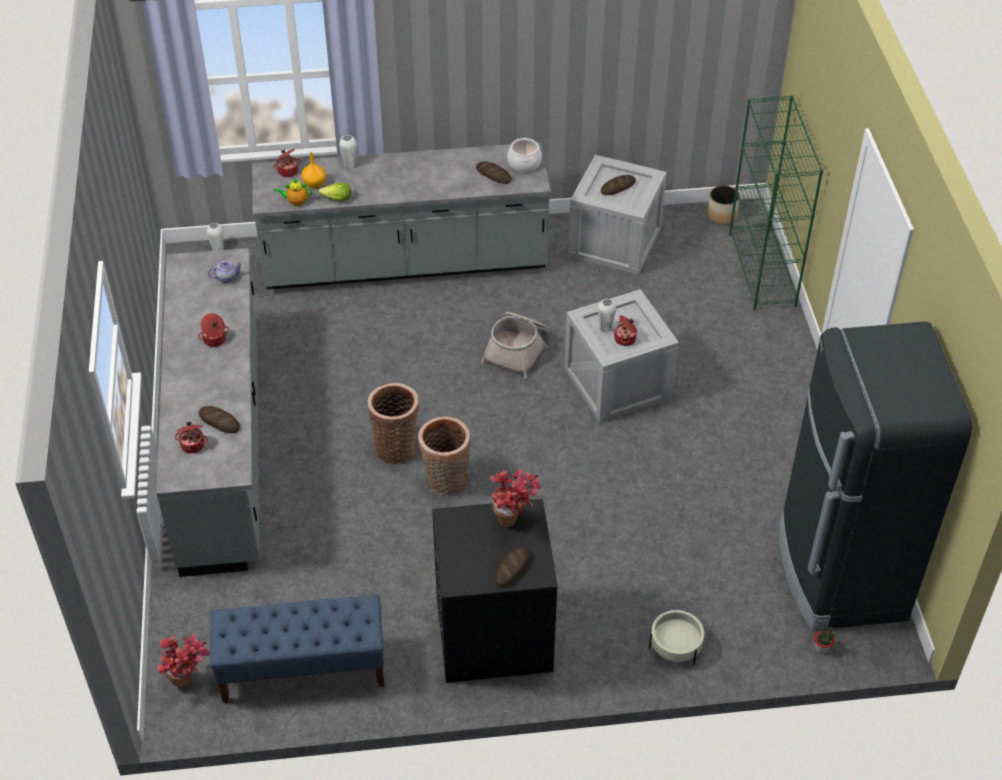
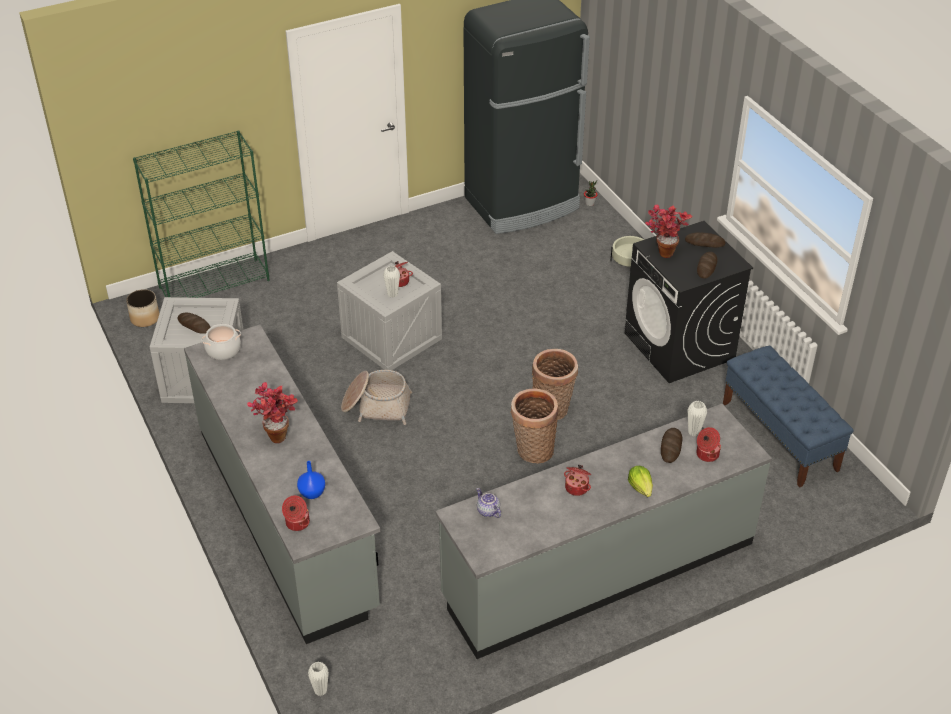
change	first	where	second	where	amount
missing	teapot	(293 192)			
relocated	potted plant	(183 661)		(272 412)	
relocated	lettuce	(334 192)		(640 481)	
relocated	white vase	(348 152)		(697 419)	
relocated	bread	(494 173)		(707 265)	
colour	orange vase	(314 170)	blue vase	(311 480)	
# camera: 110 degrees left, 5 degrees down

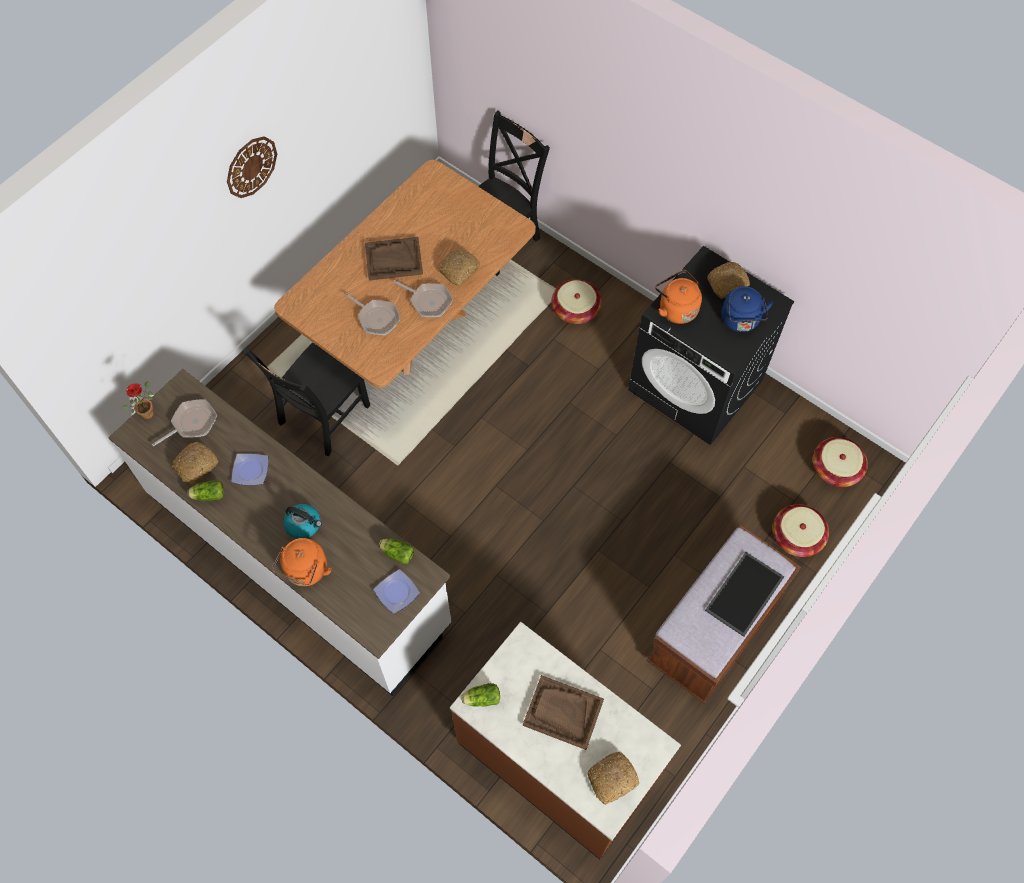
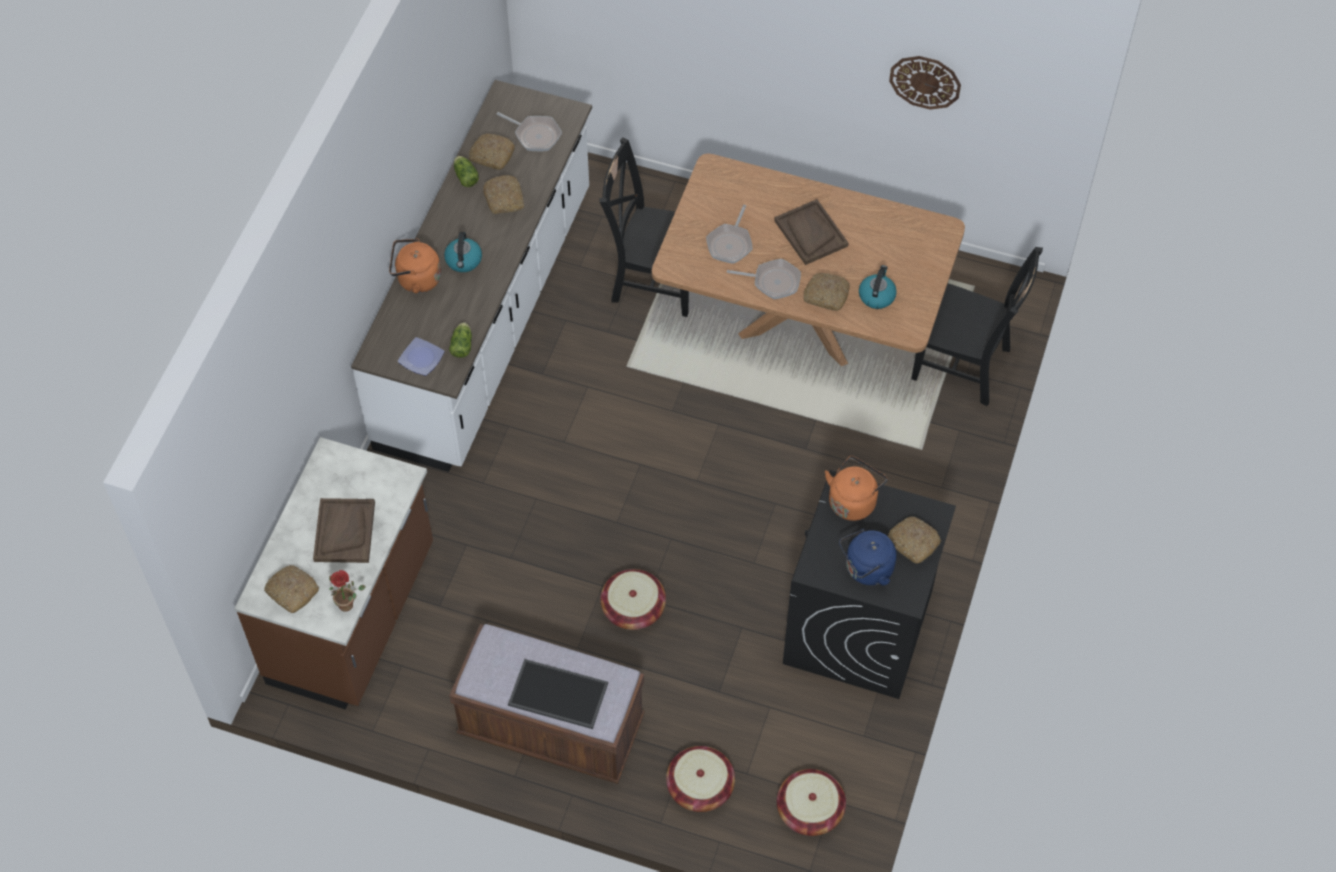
change	first	where	second	where	amount
missing	lettuce	(480 695)			
appeared			kettle	(878 287)	
relocated	potted plant	(137 400)		(347 591)	
relocated	wall clock	(252 167)		(925 83)	
relocated	basket	(576 301)		(633 599)	
exchanged	plate	(250 470)	bread	(503 194)	
spun	frying pan	(423 298)		(764 279)	90 degrees counterclockwise
# camera: 70 degrees right, 5 degrees down

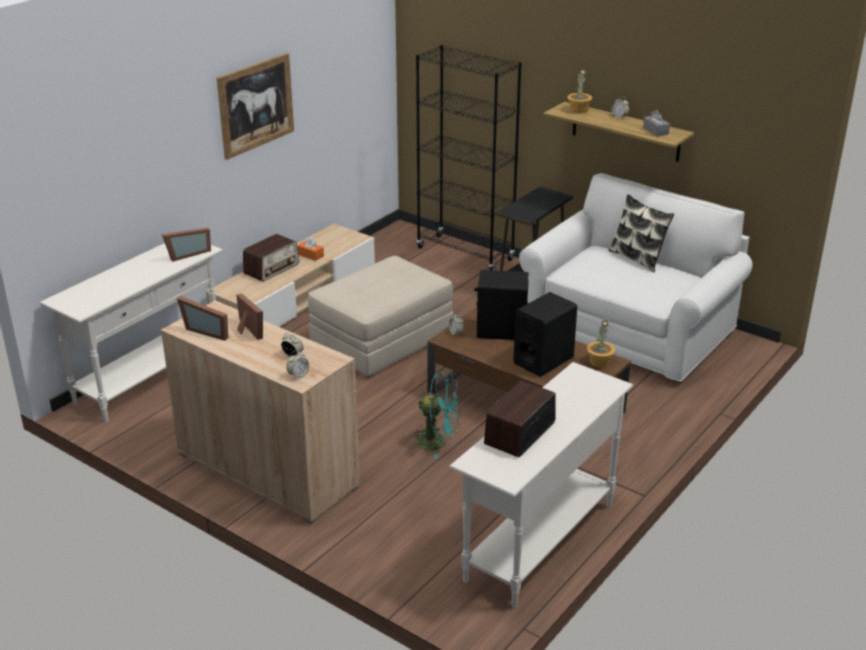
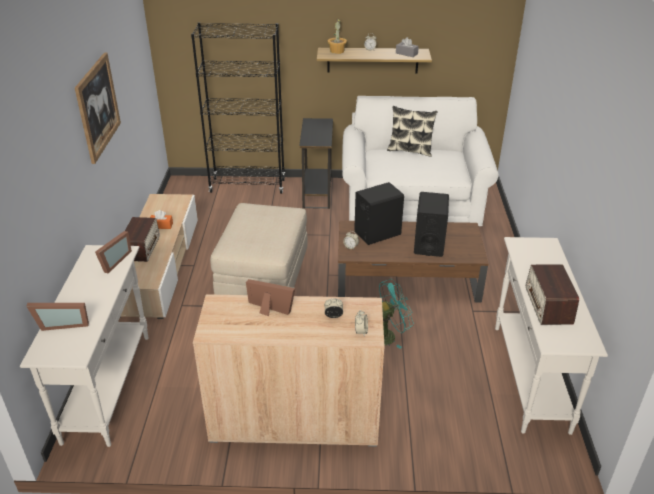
change	first	where	second	where	amount
missing	potted plant	(601 344)			
relocated	picture frame	(203 318)		(57 317)	
# camera: 35 degrees left, 5 degrees up

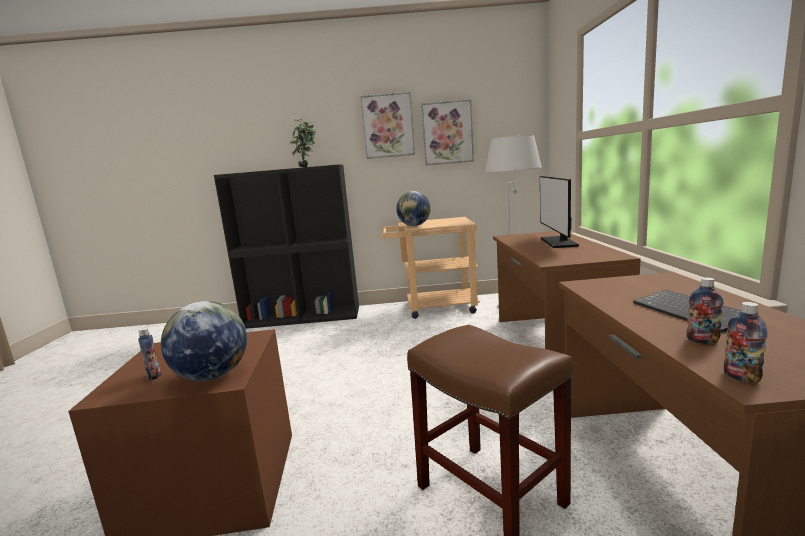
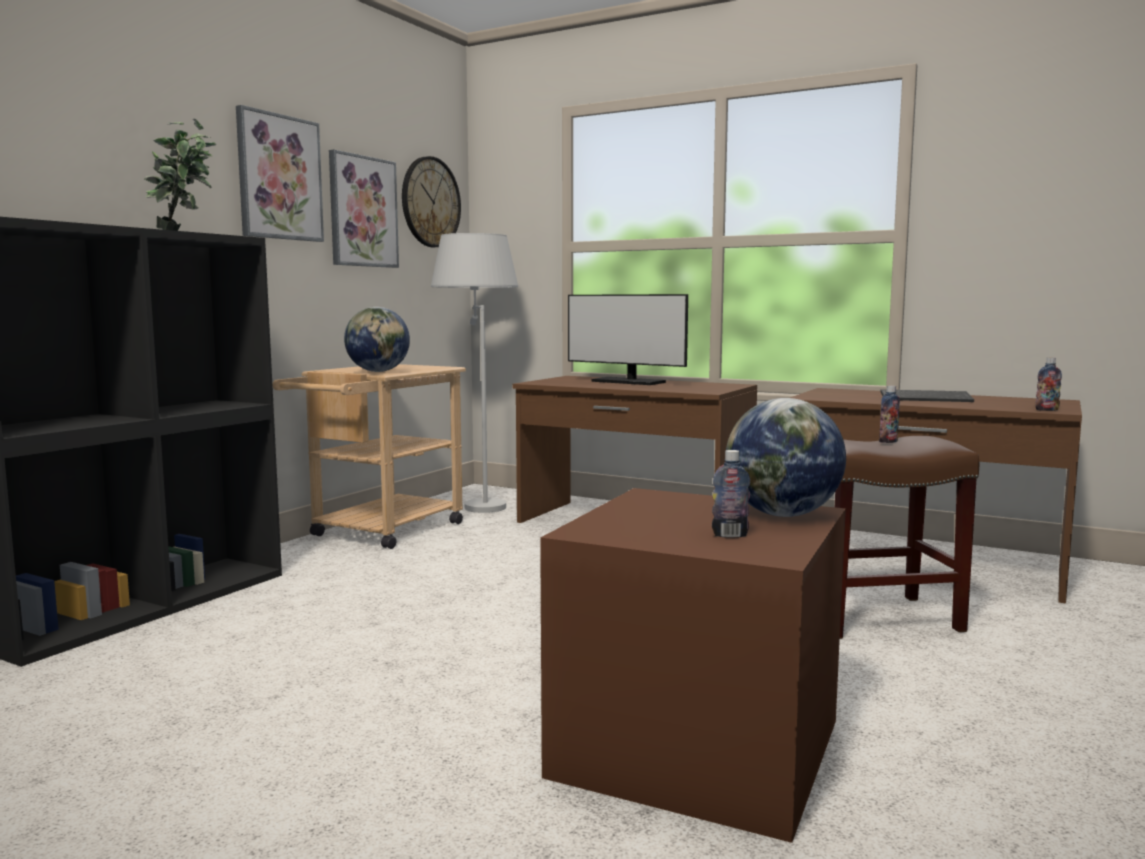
change	first	where	second	where	amount
appeared			wall clock	(431 201)	
relocated	bottle	(704 310)		(889 414)	
# camera: 60 degrees left, 5 degrees down

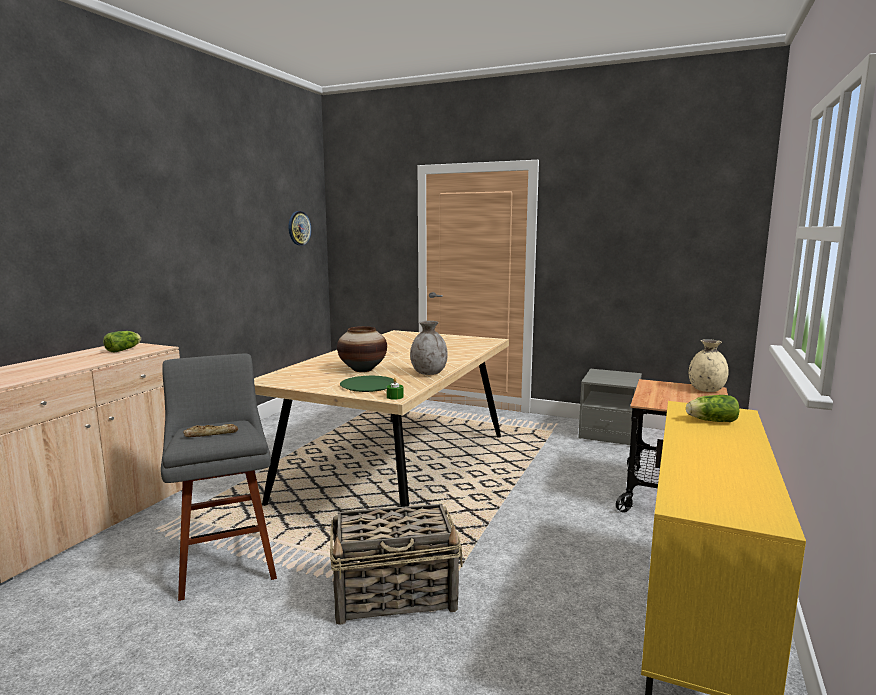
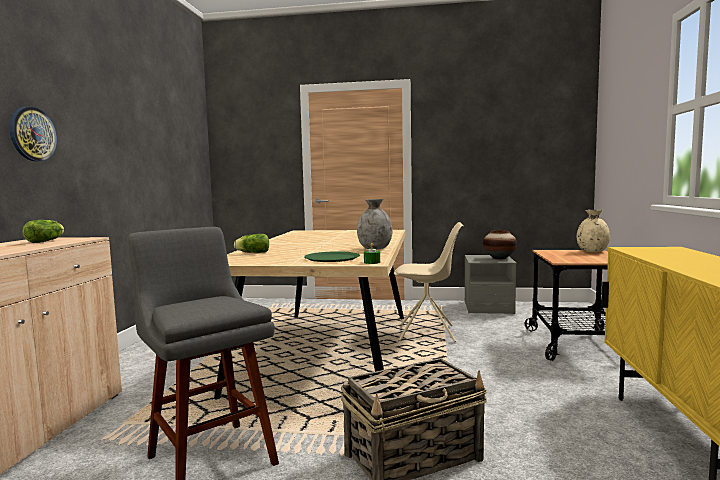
change	first	where	second	where	amount
missing	bread	(210 430)			
appeared			beige chair	(429 282)	
relocated	wall clock	(300 228)		(33 134)	
relocated	vase	(362 349)		(500 245)	
relocated	lettuce	(712 408)		(251 243)	
# camera: 15 degrees left, 5 degrees down

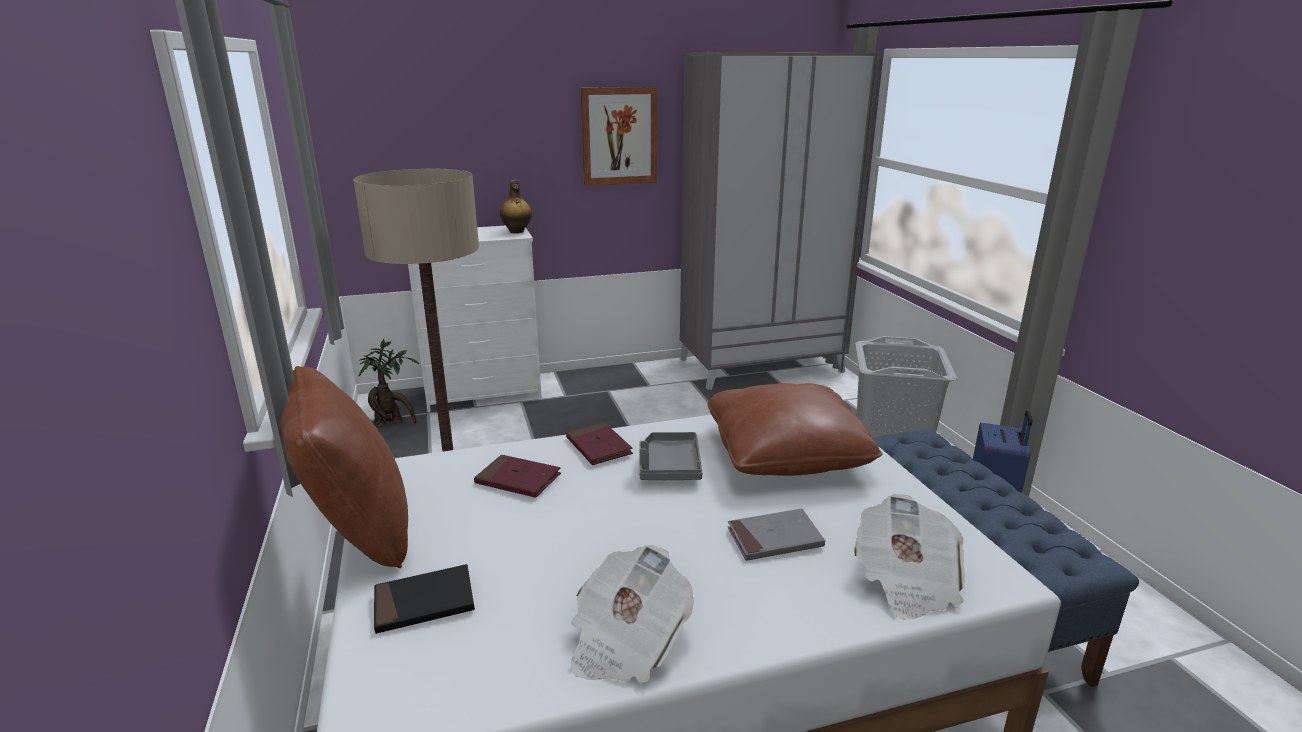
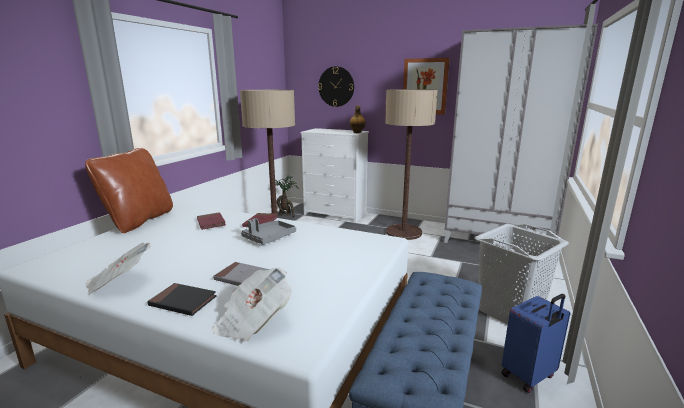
change	first	where	second	where	amount
missing	brown pillow	(795 429)			
appeared			wall clock	(336 86)	
appeared			floor lamp	(411 164)	
relocated	black book	(424 599)		(182 299)	
# camera: 40 degrees right, 5 degrees down

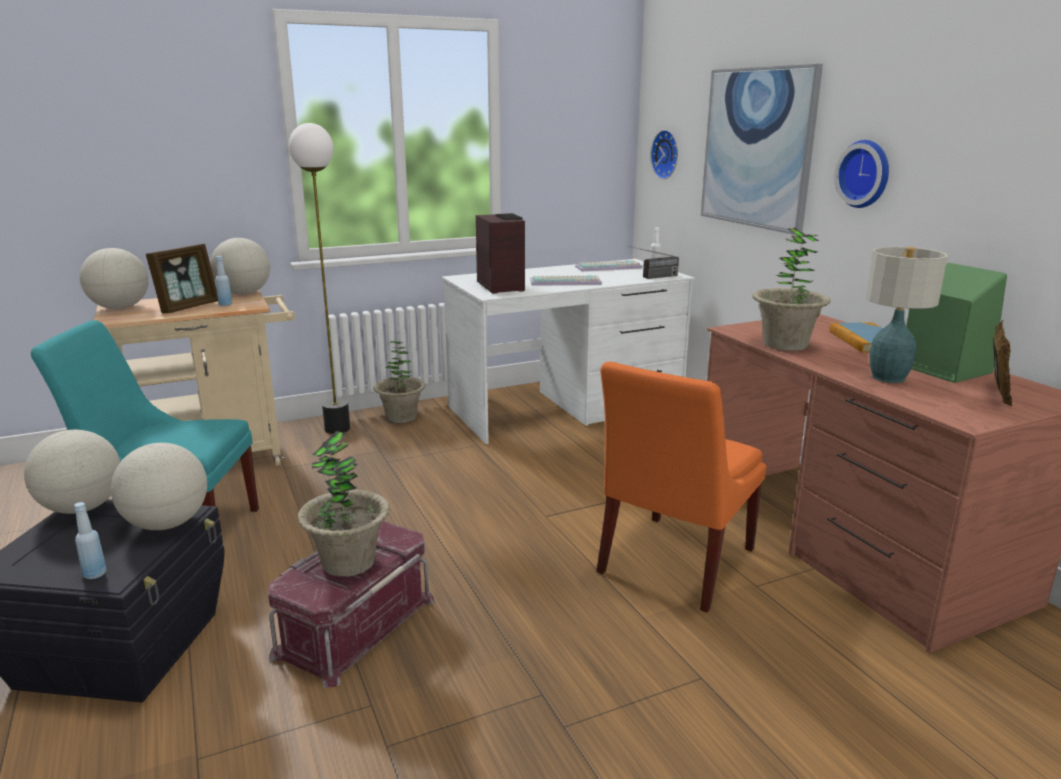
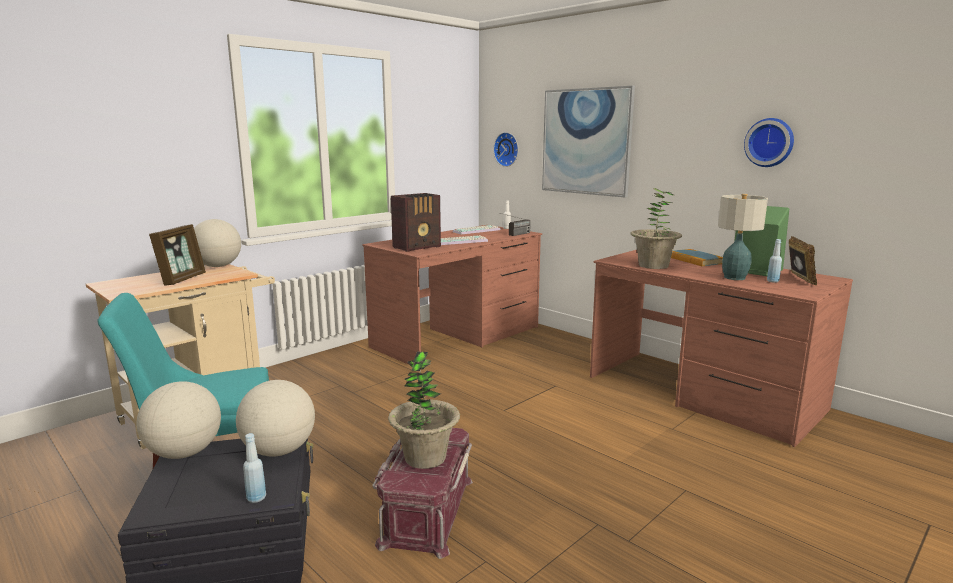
change	first	where	second	where	amount
missing	globe	(114 278)			
missing	floor lamp	(319 278)			
missing	potted plant	(399 382)			
missing	orange chair	(681 487)			
relocated	blue bottle	(223 281)		(774 261)	
relocated	wall clock	(861 174)		(769 142)	
colour	white desk	(568 351)	brown desk	(452 295)	
spun	radio	(500 253)		(416 222)	90 degrees clockwise
# camera: 20 degrees left, 5 degrees down

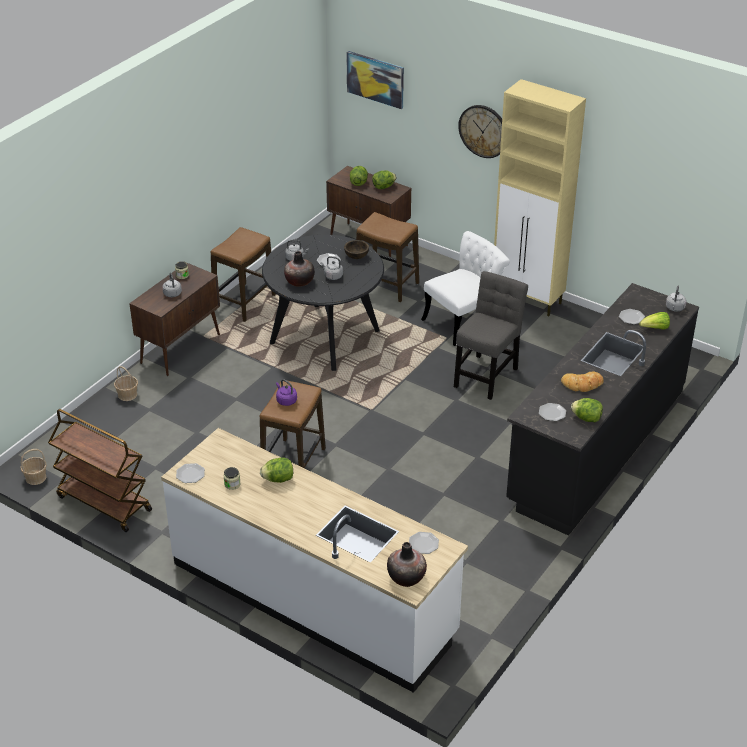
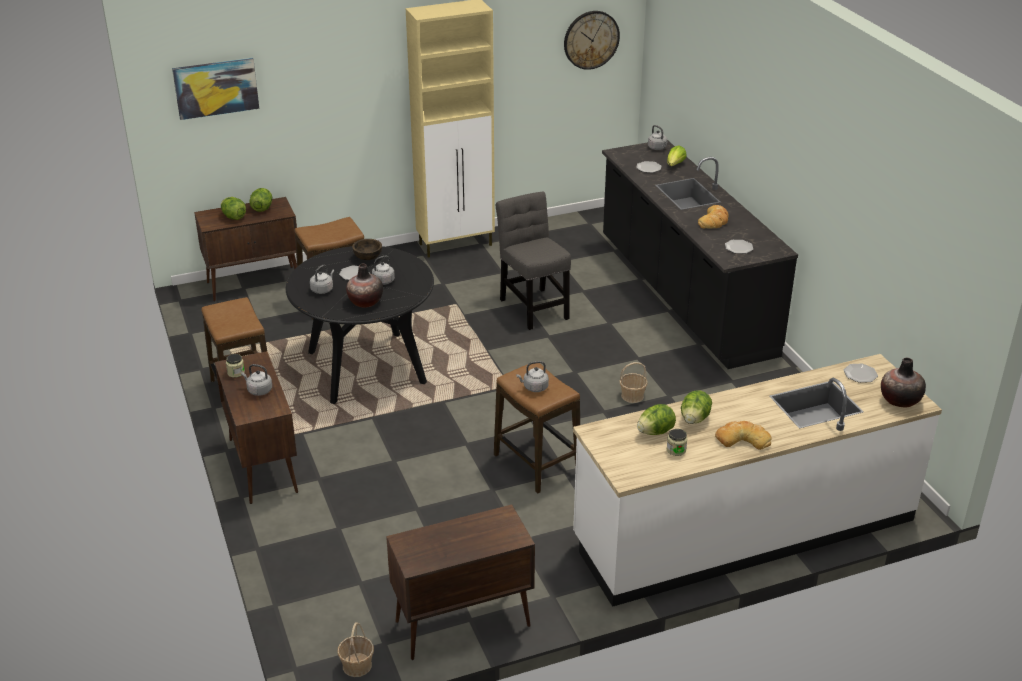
change	first	where	second	where	amount
missing	plate	(190 473)			
missing	white chair	(465 288)			
appeared			bread	(743 435)	
relocated	basket	(126 383)		(633 382)	
relocated	wall clock	(480 131)		(592 40)	
relocated	lettuce	(587 410)		(656 419)	
exchanged	brown cart	(100 470)	brown cabinet	(460 582)	
colour	purple kettle	(286 392)	grey kettle	(532 376)	
# camera: 55 degrees left, 5 degrees down

